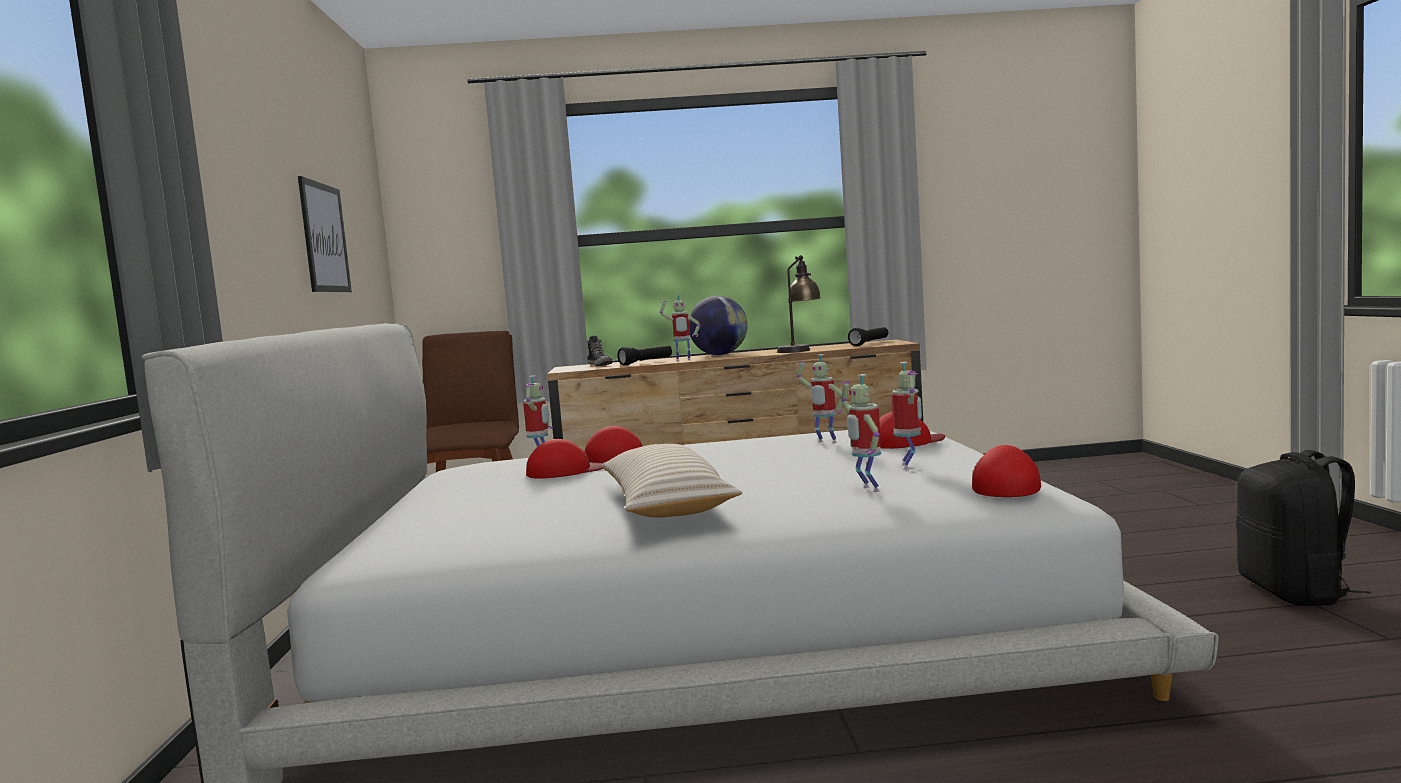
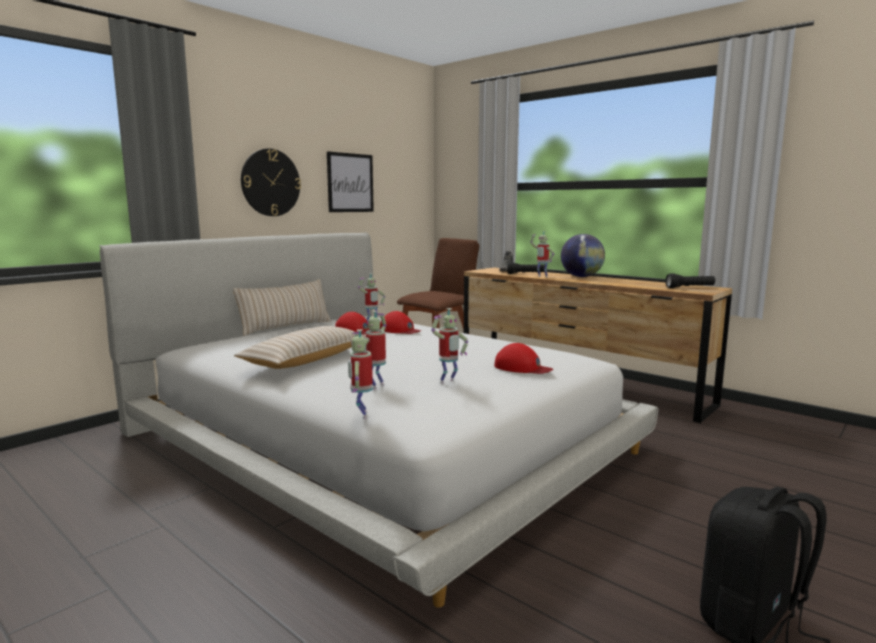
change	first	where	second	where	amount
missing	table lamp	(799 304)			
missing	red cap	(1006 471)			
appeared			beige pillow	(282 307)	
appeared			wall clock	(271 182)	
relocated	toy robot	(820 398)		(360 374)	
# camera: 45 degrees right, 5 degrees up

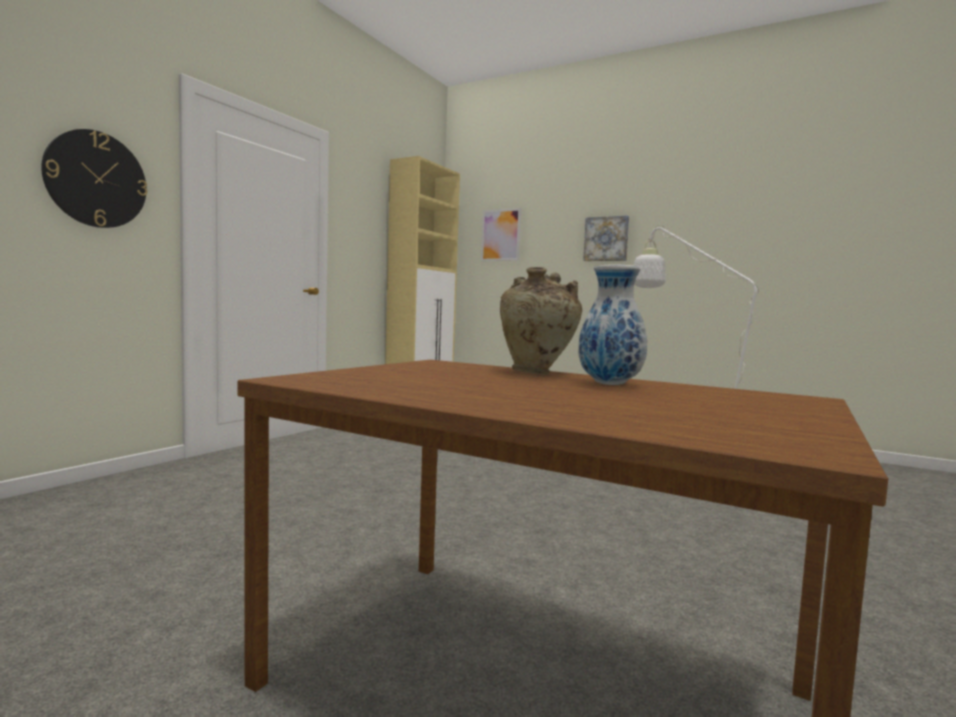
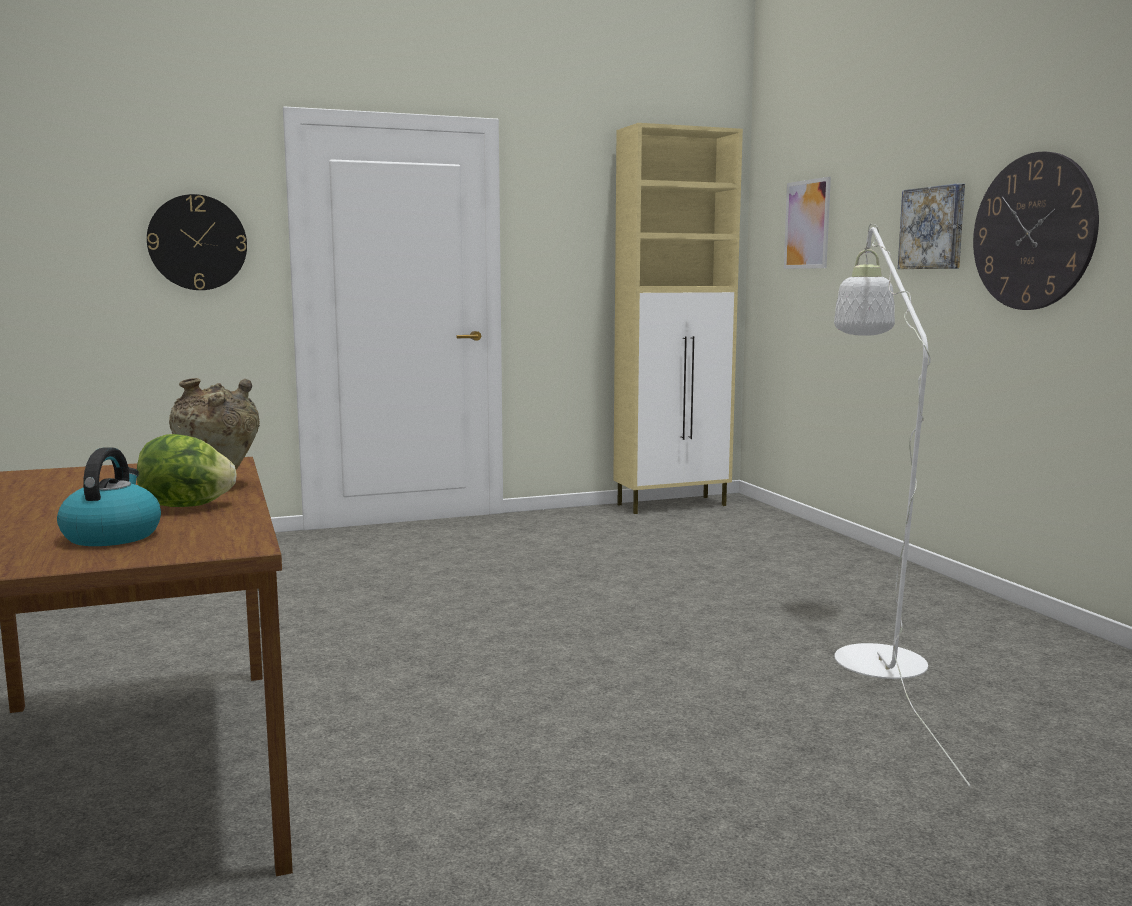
change	first	where	second	where	amount
appeared			kettle	(109 496)	
appeared			wall clock	(1036 231)	
exchanged	vase	(612 325)	lettuce	(187 470)	
# camera: 40 degrees right, 5 degrees up

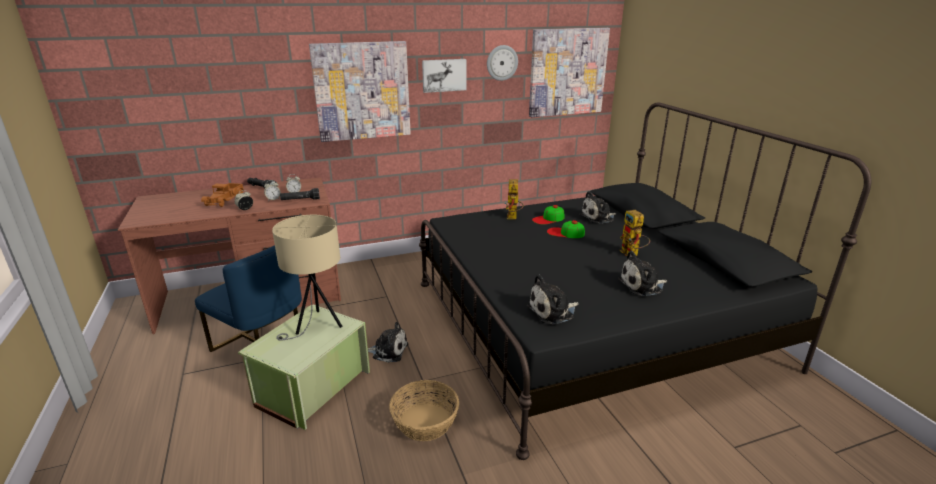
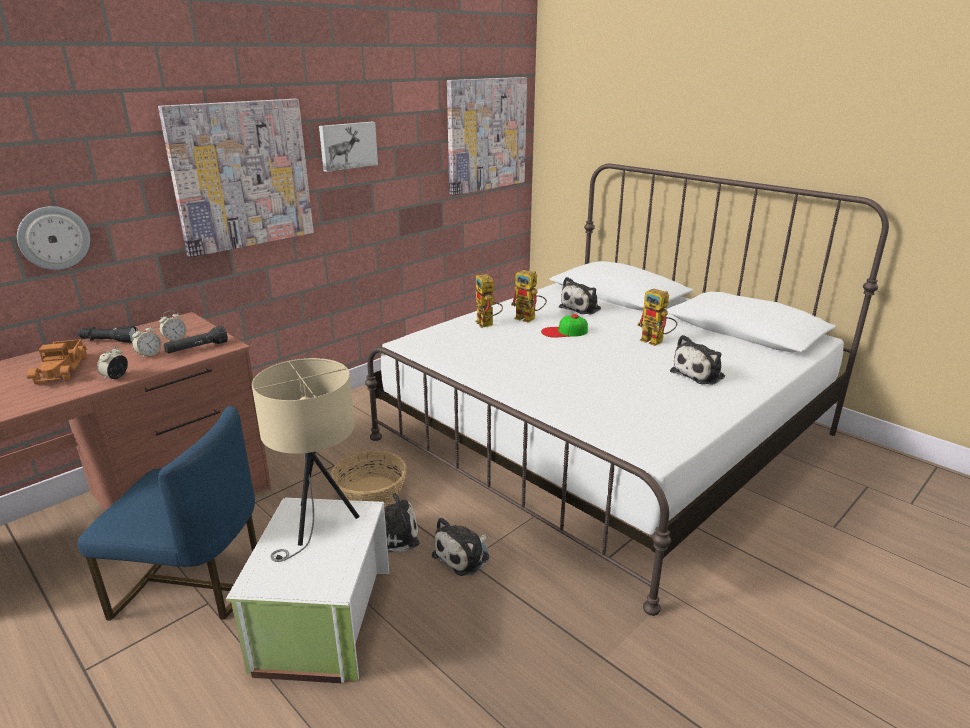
change	first	where	second	where	amount
relocated	basket	(424 410)		(369 478)	
relocated	wall clock	(502 63)		(53 238)	
relocated	plush toy	(553 299)		(461 546)	
exchanged	cap	(548 215)	toy robot	(529 296)	
colour	green storage box	(304 367)	white storage box	(307 590)	
colour	black bed	(645 281)	white bed	(627 390)	
# camera: 25 degrees left, 0 degrees up

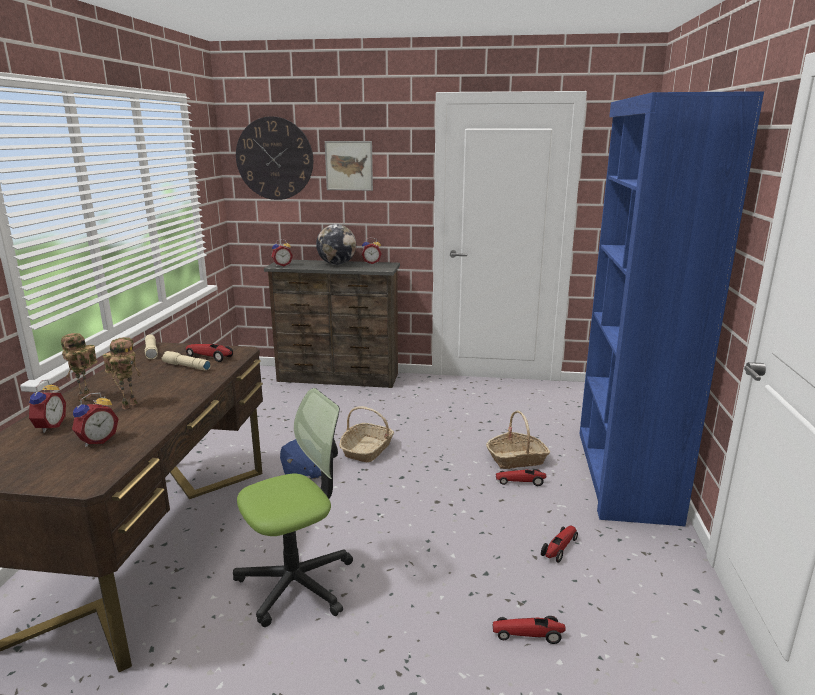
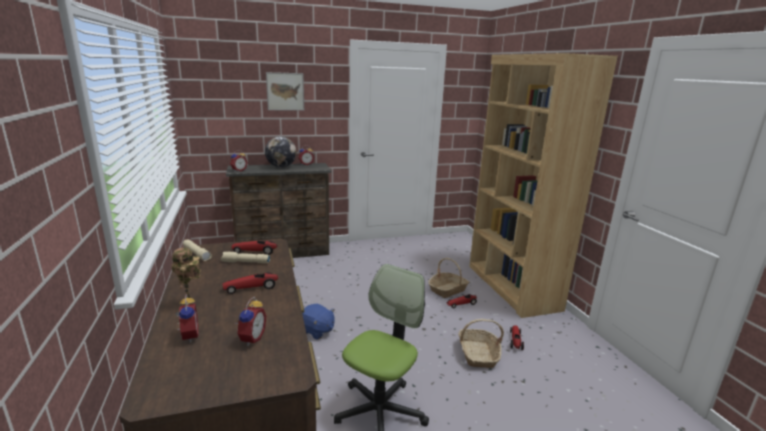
change	first	where	second	where	amount
missing	toy robot	(121 373)			
missing	wall clock	(274 158)			
relocated	basket	(366 434)		(481 343)	
relocated	toy car	(529 630)		(250 283)	
colour	blue bookcase	(671 308)	brown bookcase	(543 185)	
# camera: 25 degrees left, 0 degrees up

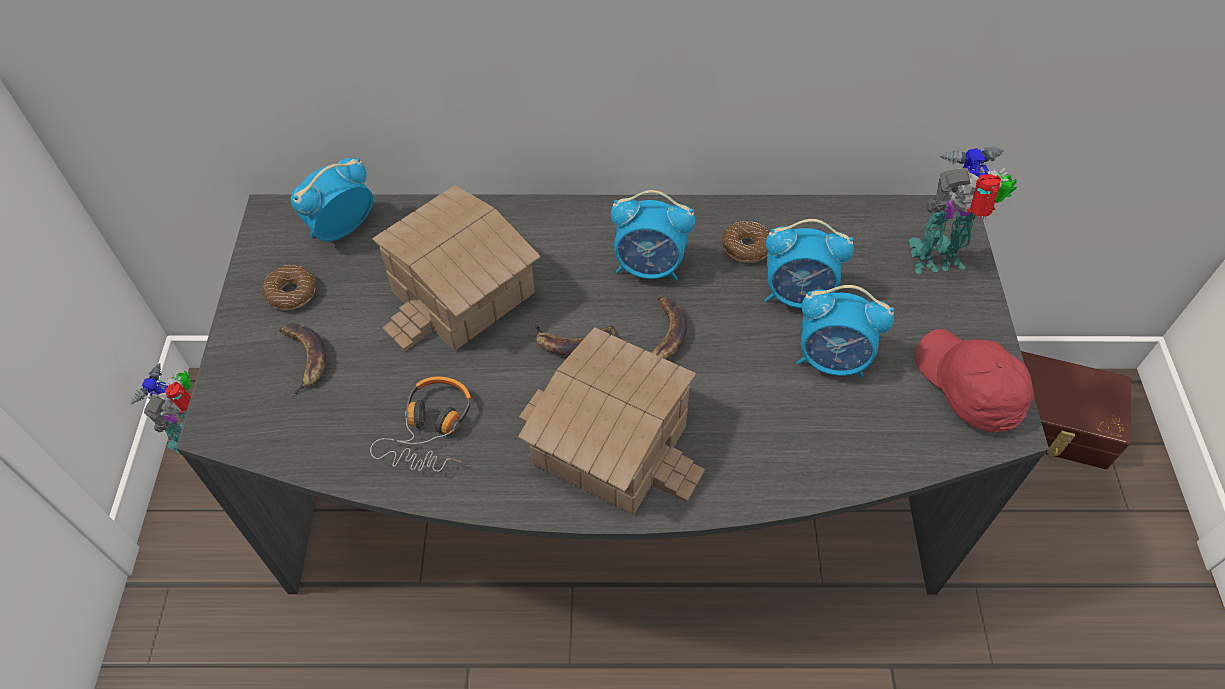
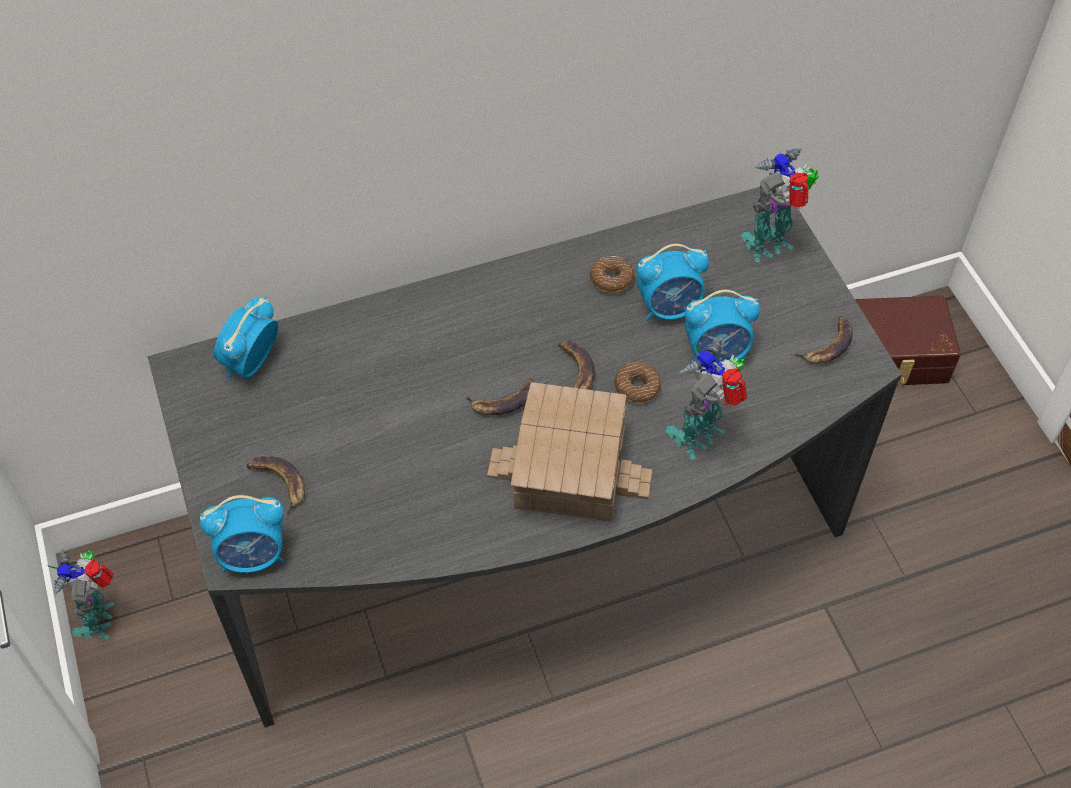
change	first	where	second	where	amount
missing	headphones	(420 424)			
missing	toy house	(456 268)			
appeared			toy robot	(706 399)	
relocated	donut	(289 287)		(638 382)	
relocated	alarm clock	(653 235)		(242 534)	
exchanged	red cap	(974 380)	banana	(822 340)	
# camera: 20 degrees left, 0 degrees up

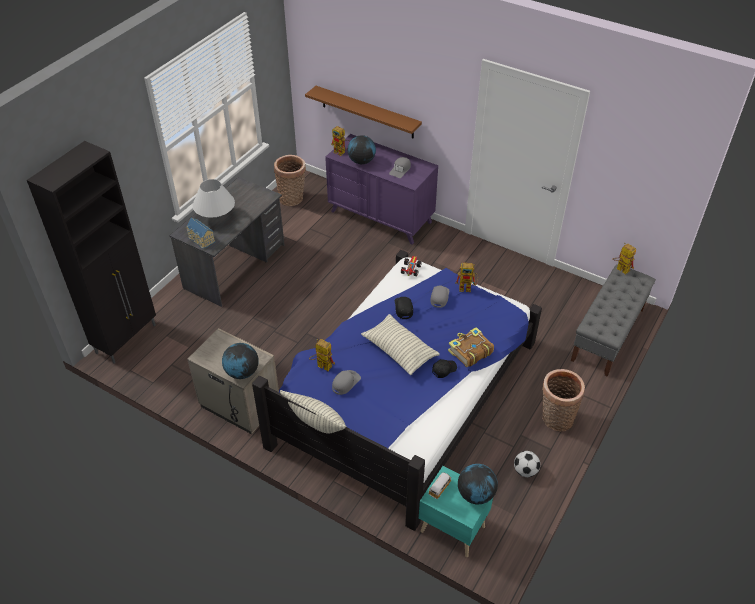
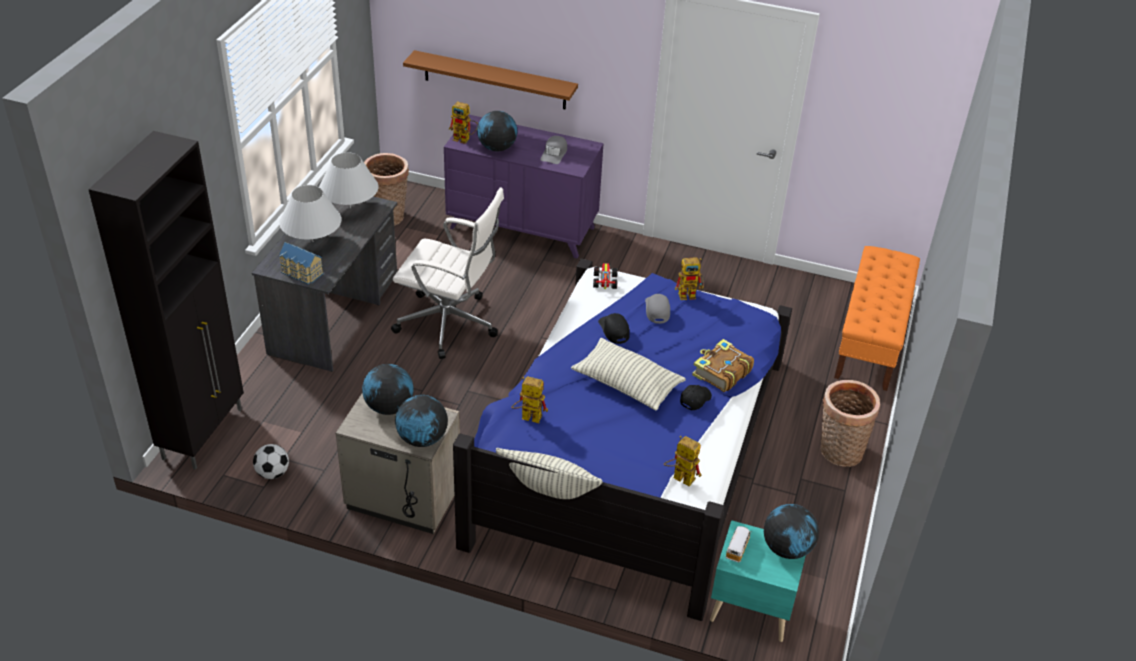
change	first	where	second	where	amount
missing	grey cap	(346 382)			
appeared			white table lamp	(348 180)	
appeared			globe	(388 389)	
appeared			white office chair	(447 273)	
relocated	football	(527 464)		(271 461)	
relocated	toy robot	(624 259)		(682 461)	
colour	grey bench	(613 320)	orange bench	(877 318)	
# camera: 15 degrees left, 5 degrees down

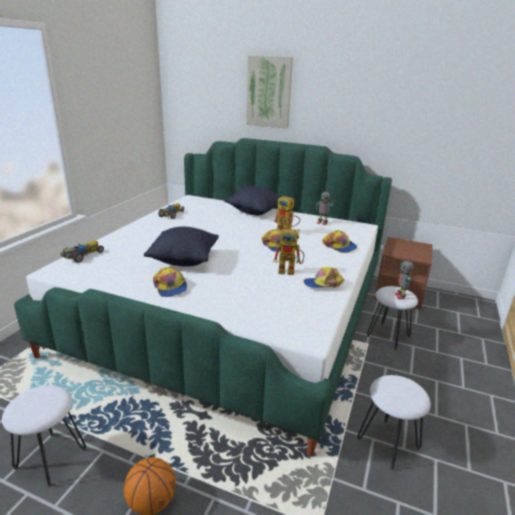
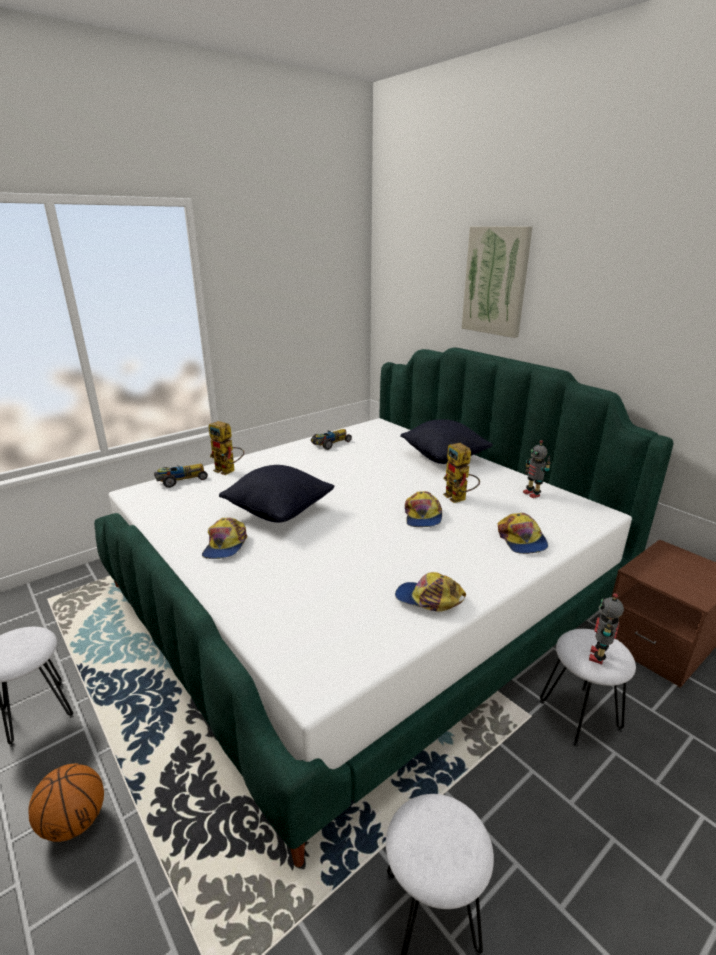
change	first	where	second	where	amount
relocated	toy robot	(288 252)		(226 448)	
# camera: 30 degrees right, 0 degrees up

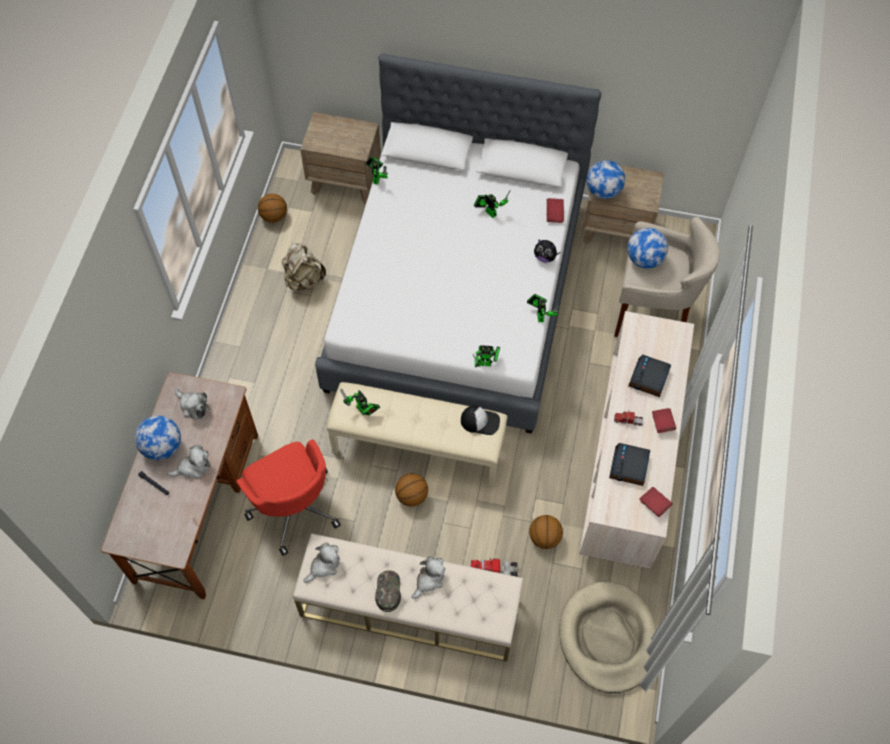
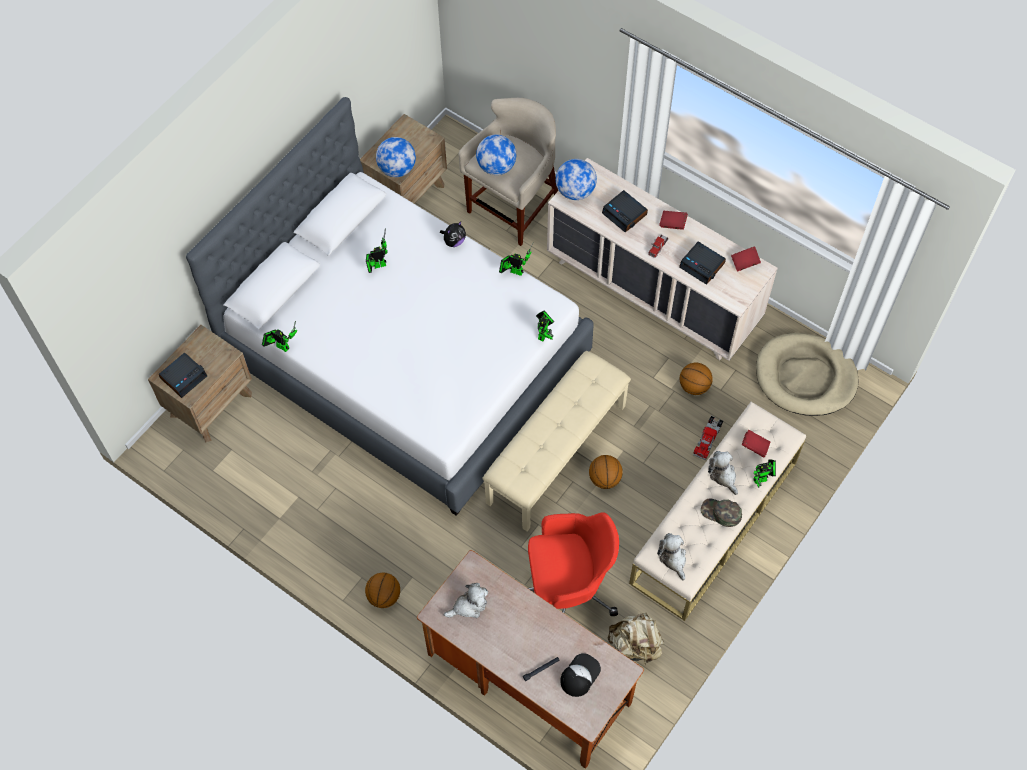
change	first	where	second	where	amount
missing	plush toy	(188 462)			
appeared			alarm clock	(182 375)	
relocated	globe	(158 438)		(576 179)	
relocated	basketball	(272 208)		(382 590)	
relocated	beige backpack	(304 266)		(635 639)	
relocated	toy robot	(360 402)		(764 474)	
relocated	cap	(480 420)		(580 675)	
relocated	red book	(555 210)		(756 443)	
# camera: 65 degrees left, 0 degrees up

